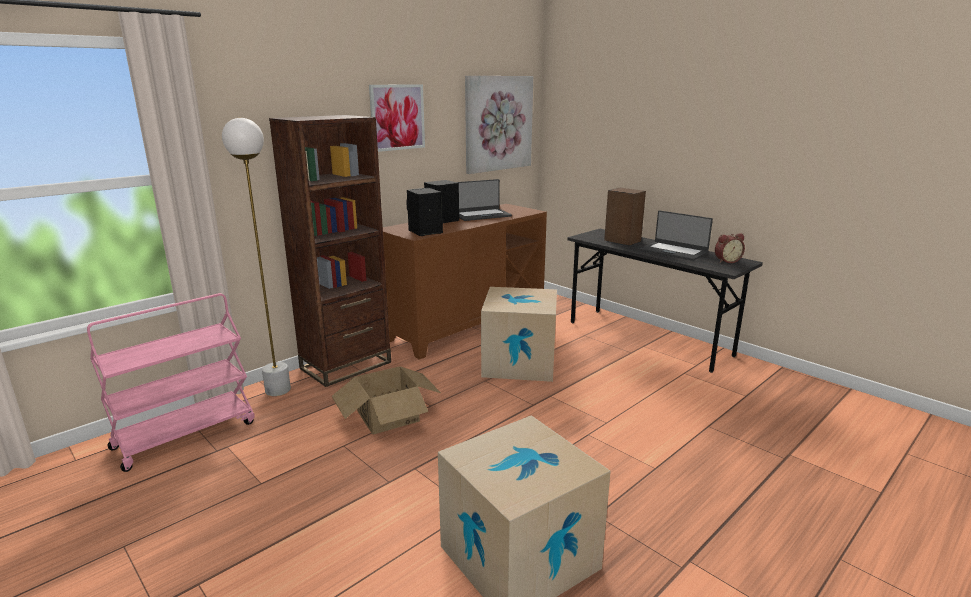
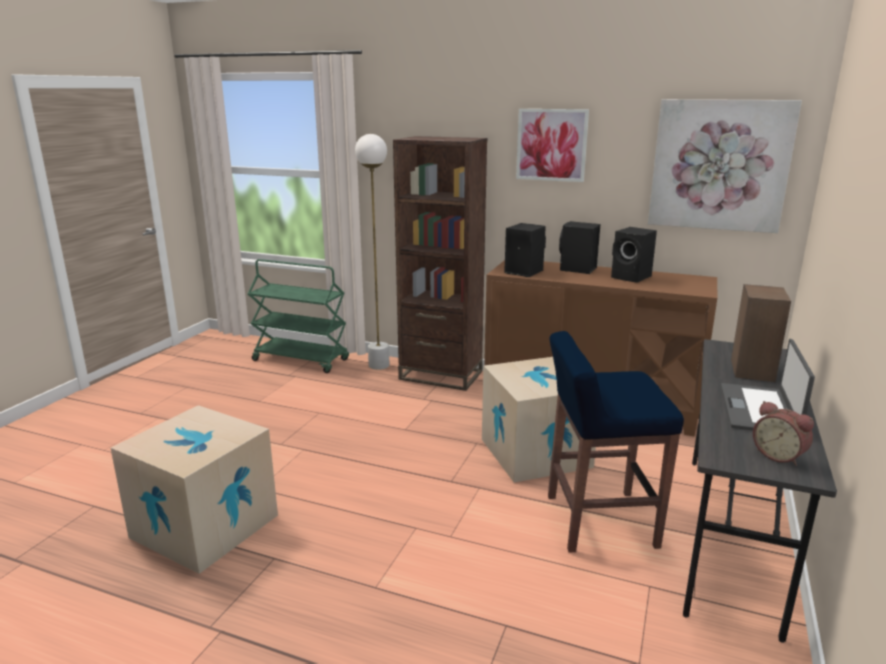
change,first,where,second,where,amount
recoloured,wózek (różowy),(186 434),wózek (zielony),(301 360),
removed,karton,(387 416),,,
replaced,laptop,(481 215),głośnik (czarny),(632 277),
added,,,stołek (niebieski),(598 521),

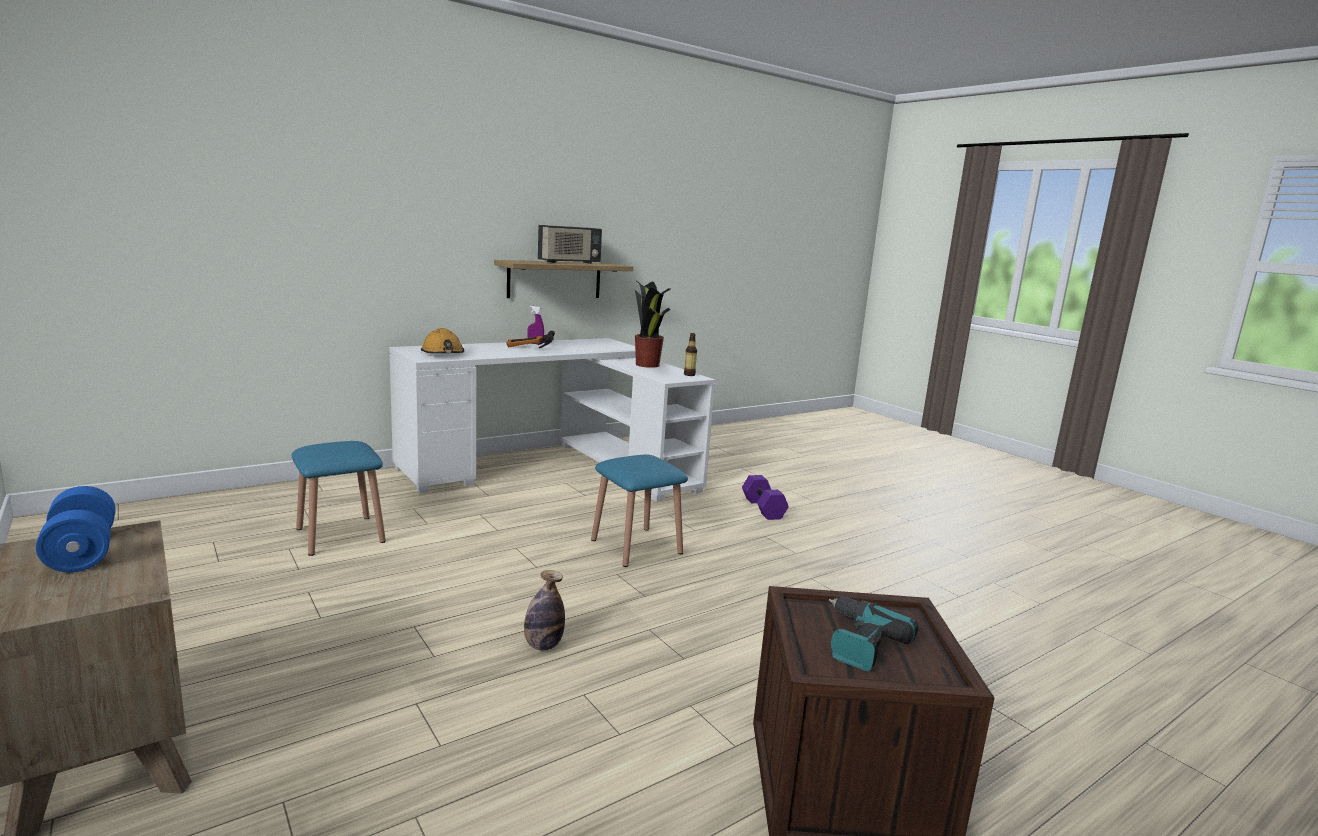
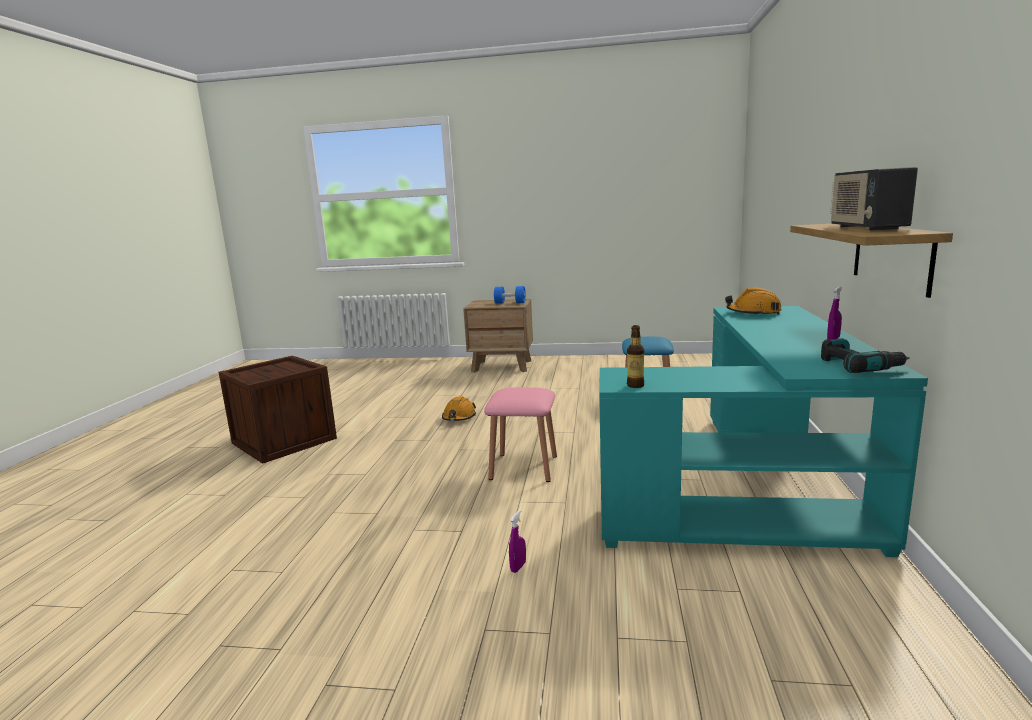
change,first,where,second,where,amount
recoloured,biurko (biały),(556 467),biurko (turkusowy),(759 487),
removed,młotek,(528 350),,,
replaced,butelka,(543 645),kask (pomarańczowy),(459 417),
recoloured,stołek (niebieski),(636 546),stołek (różowy),(524 467),
removed,roślina doniczkowa,(647 365),,,
replaced,hantel (fioletowy),(762 508),spryskiwacz (fioletowy),(518 567),
moved,wiertarka,(858 643),,(859 366),

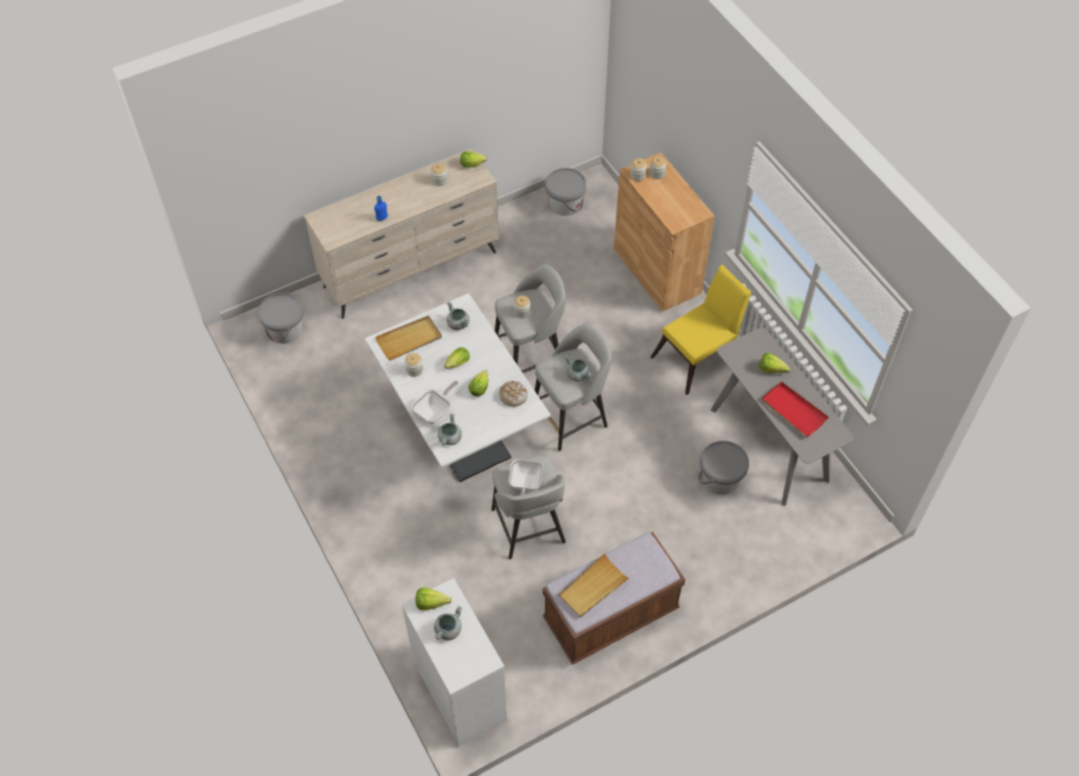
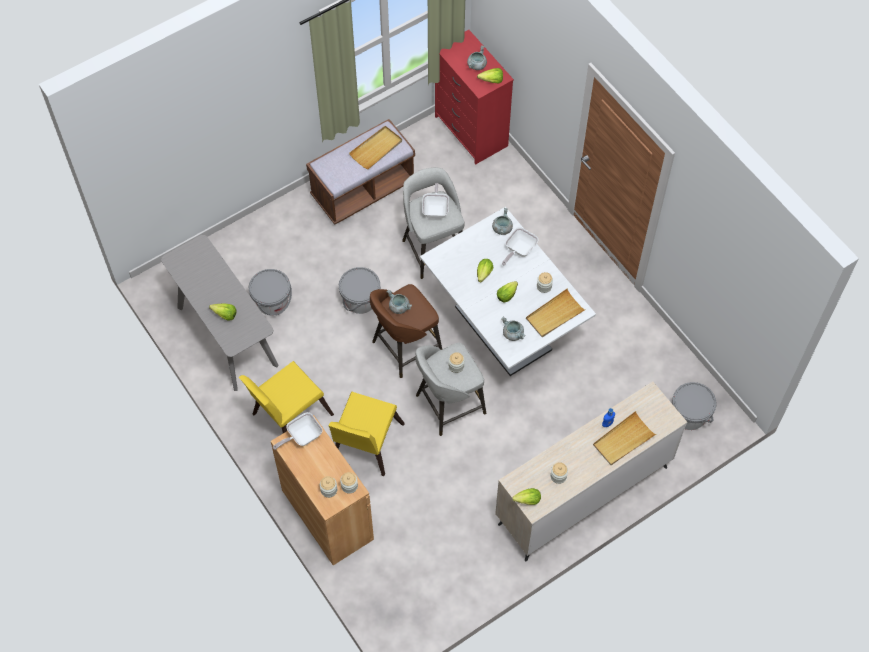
change,first,where,second,where,amount
recoloured,komoda (biały),(461 692),komoda (czerwony),(470 131),
removed,chleb,(513 396),,,
recoloured,stołek (szary),(571 417),stołek (brązowy),(405 348),
moved,wiadro (szary),(565 204),,(360 300),
removed,taca (czerwony),(793 410),,,
added,,,patelnia,(301 437),
added,,,krzesło (żółty),(365 446),
added,,,taca (beżowy),(623 440),

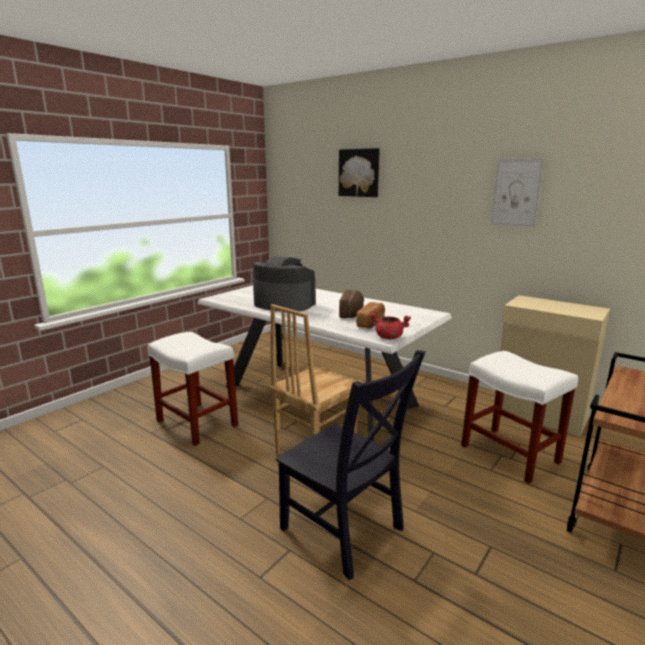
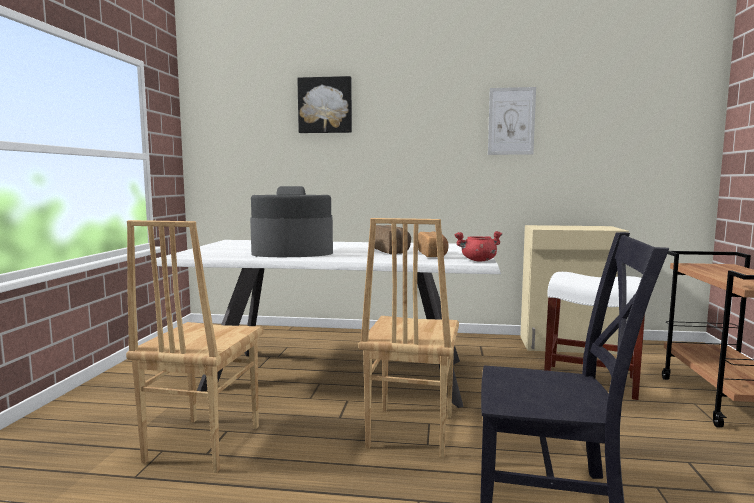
change,first,where,second,where,amount
replaced,stołek (biały),(196 422),krzesło (brązowy),(201 444),

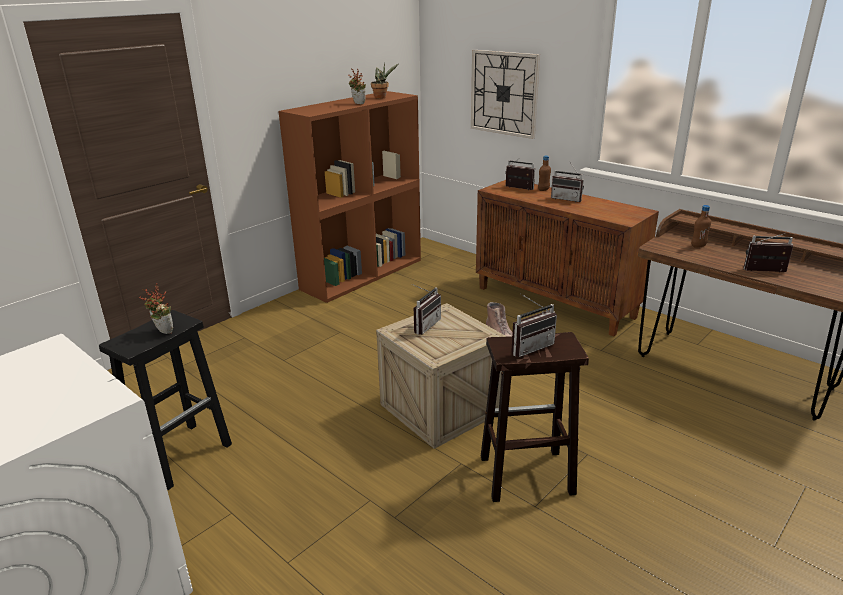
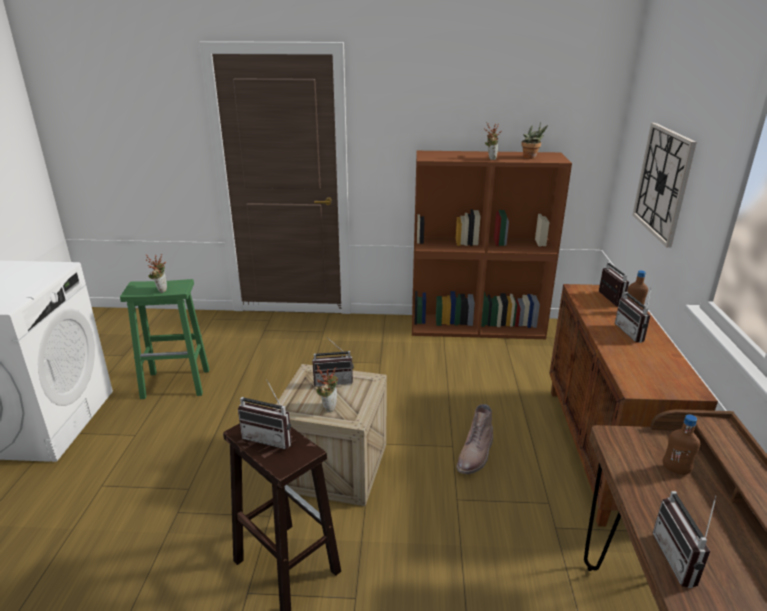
change,first,where,second,where,amount
recoloured,stołek (czarny),(182 454),stołek (zielony),(177 383),
turned,radio,(765 272),,(682 560),150 degrees counterclockwise
added,,,roślina doniczkowa,(328 407),

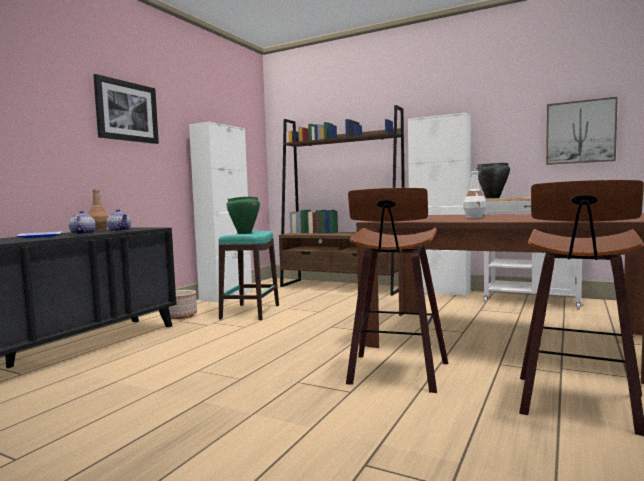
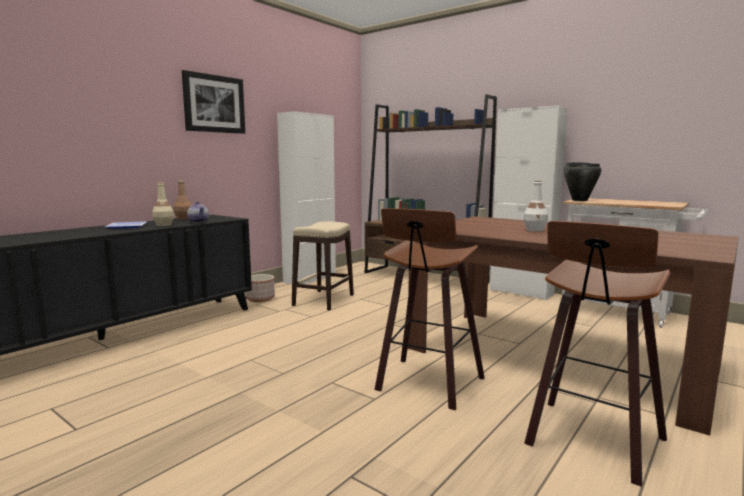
change,first,where,second,where,amount
replaced,imbryk,(82 234),butelka (beżowy),(163 225),
recoloured,stołek (turkusowy),(250 312),stołek (beżowy),(323 300),
removed,garnek (zielony),(244 233),,,
removed,obraz,(580 132),,,

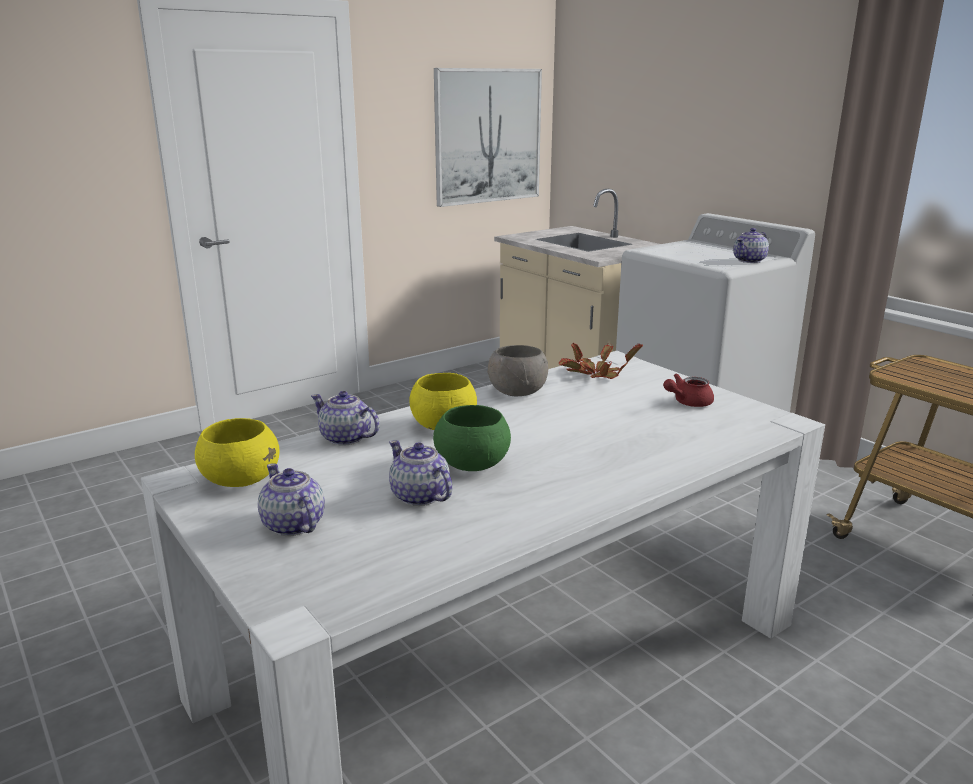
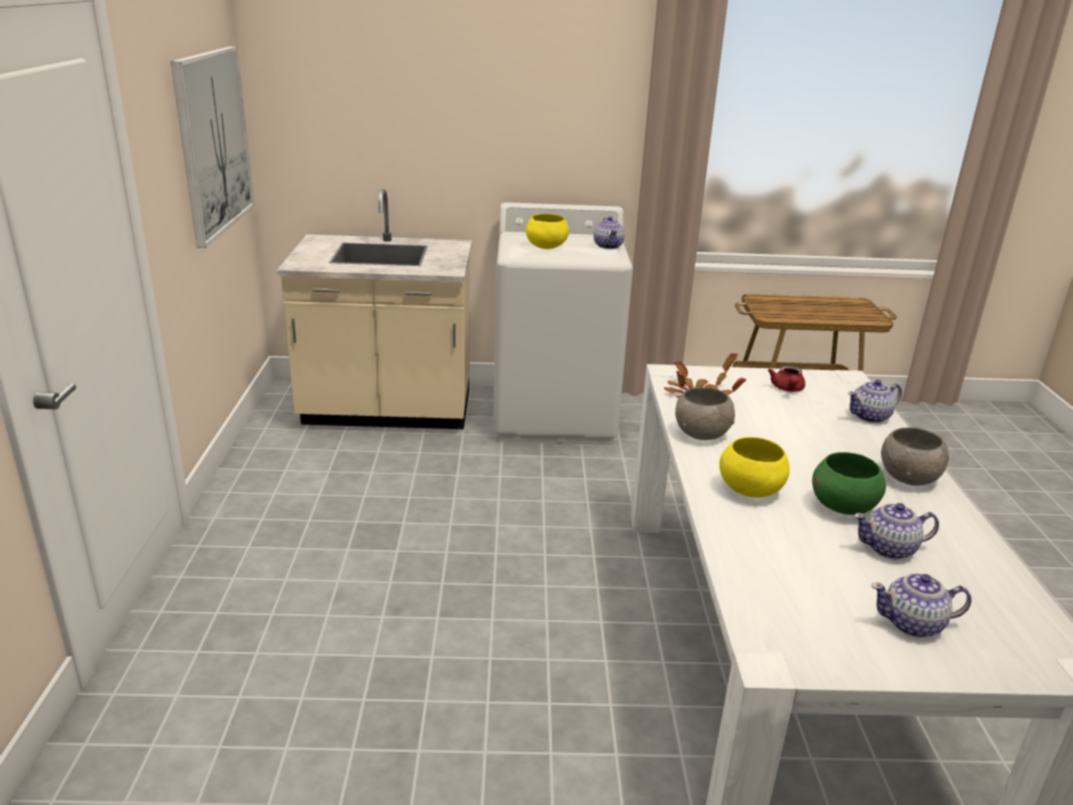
change,first,where,second,where,amount
moved,miska (żółty),(240 480),,(546 247),
moved,imbryk,(346 438),,(870 416),
added,,,miska (szary),(908 477),

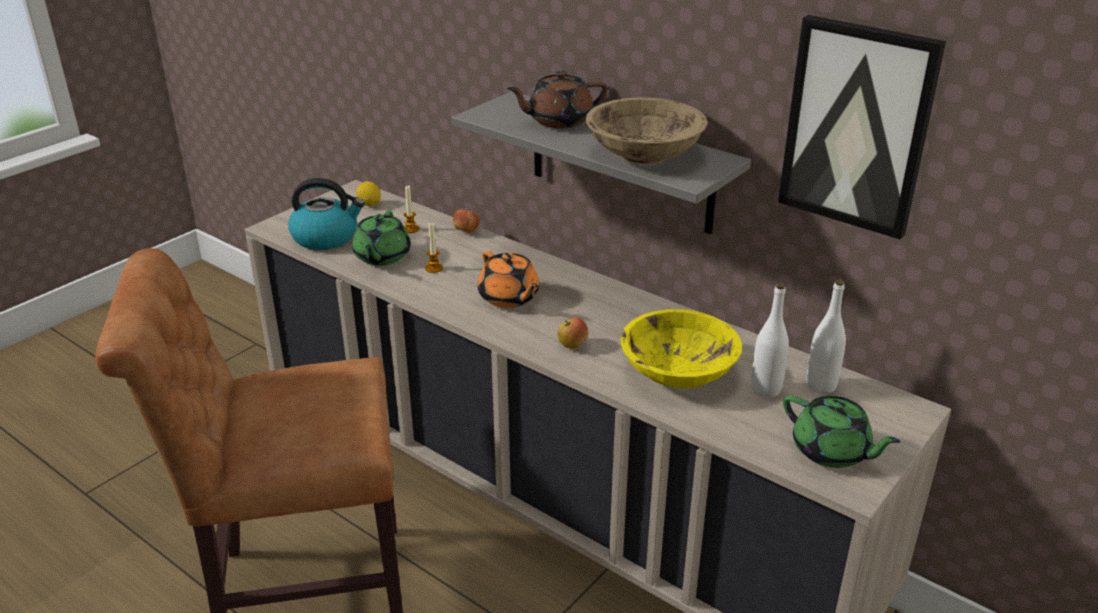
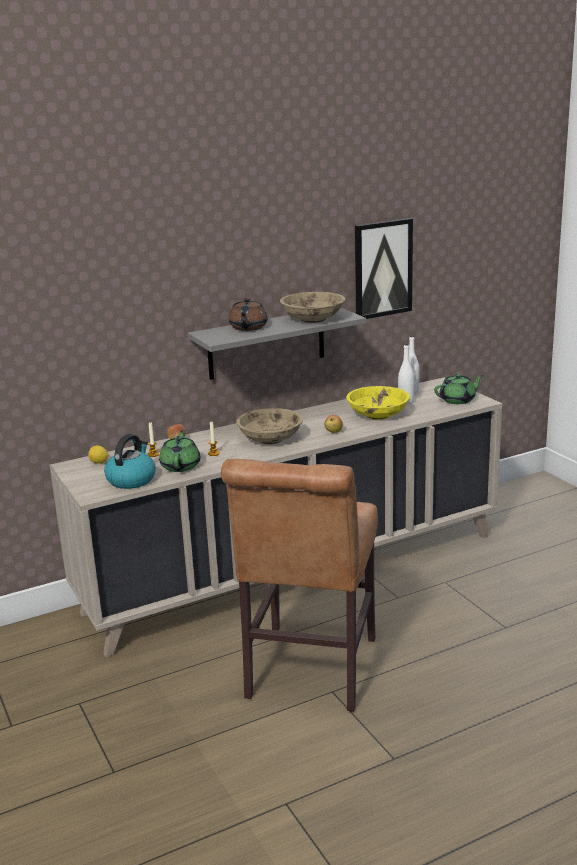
change,first,where,second,where,amount
turned,imbryk (zielony),(381 257),,(181 466),120 degrees counterclockwise
replaced,imbryk (pomarańczowy),(509 298),miska (beżowy),(270 439),

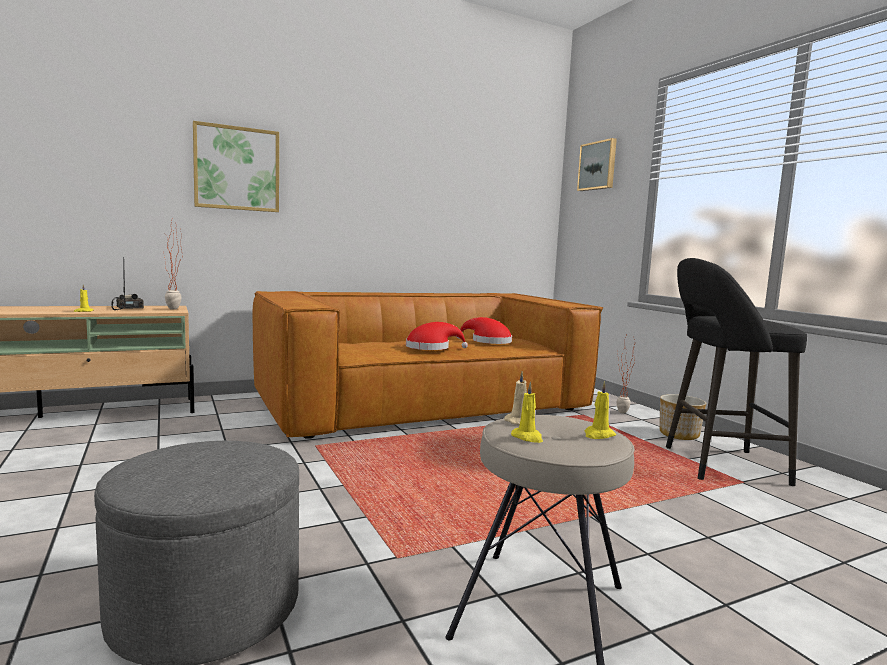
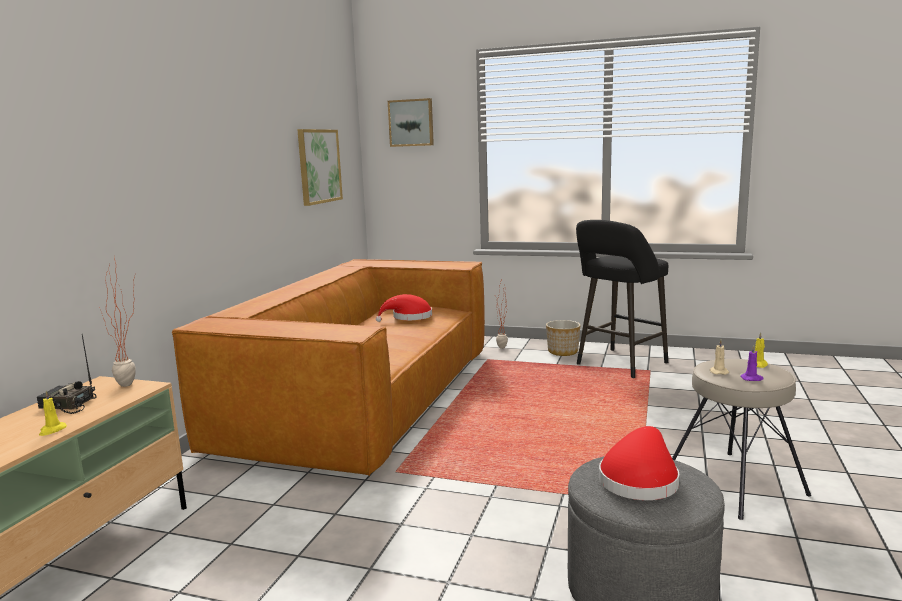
change,first,where,second,where,amount
moved,obraz,(237 168),,(319 166),
moved,kapelusz (czerwony),(431 348),,(639 479),
recoloured,świeca (żółty),(527 437),świeca (fioletowy),(752 379),

